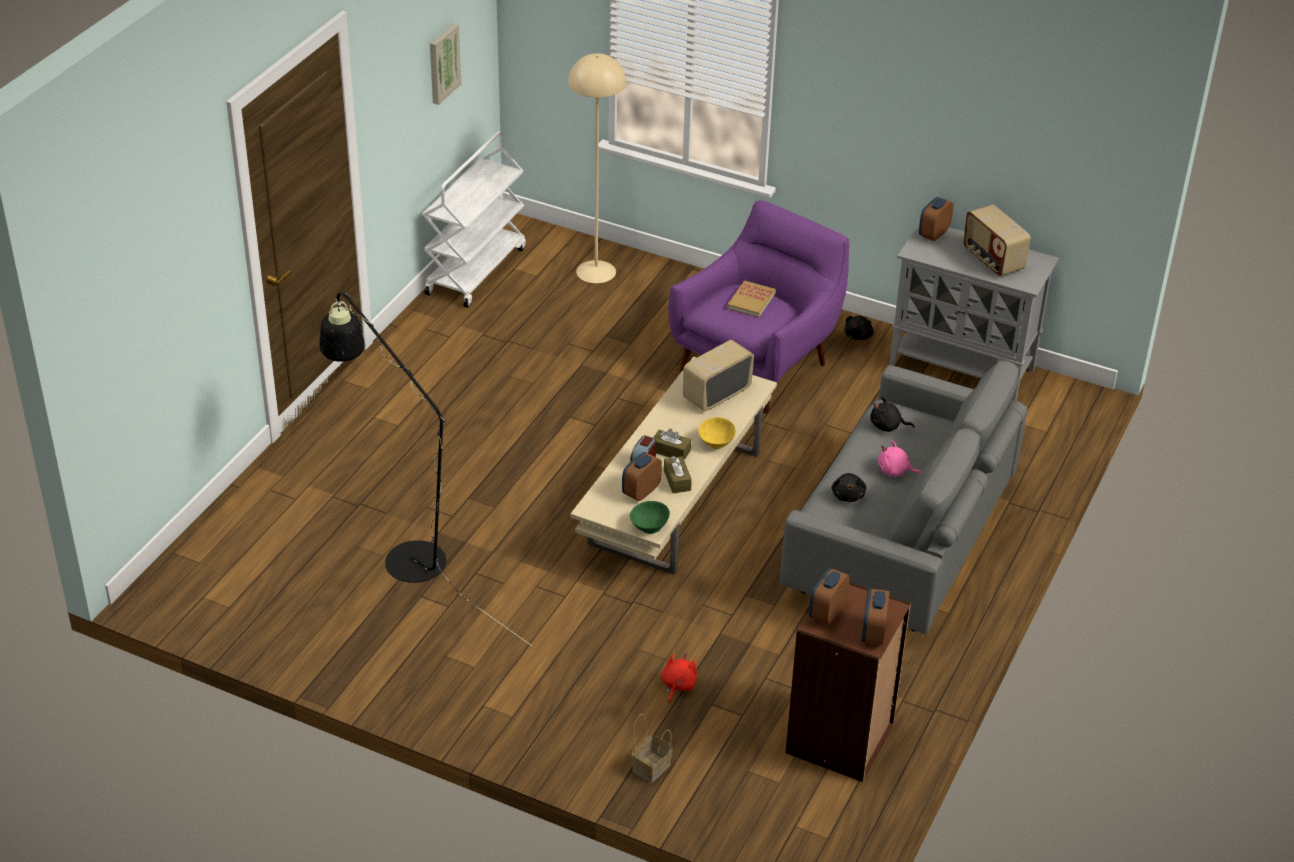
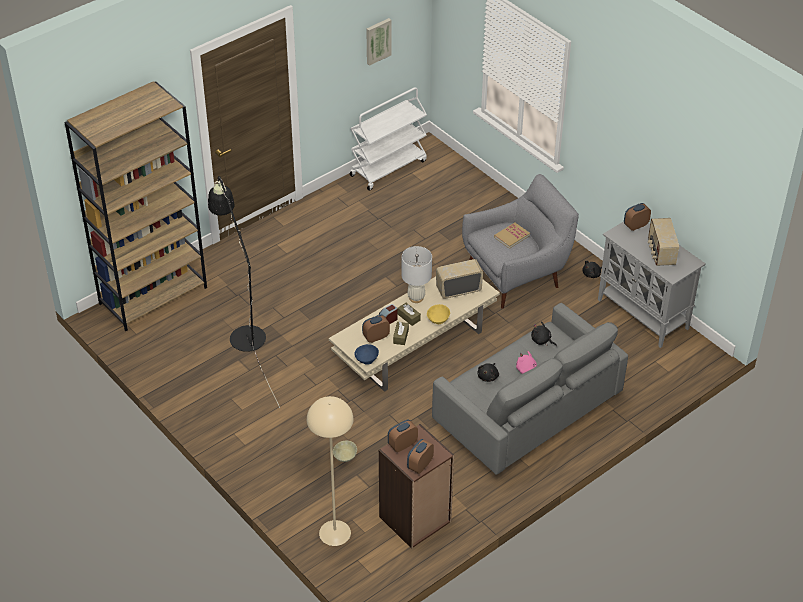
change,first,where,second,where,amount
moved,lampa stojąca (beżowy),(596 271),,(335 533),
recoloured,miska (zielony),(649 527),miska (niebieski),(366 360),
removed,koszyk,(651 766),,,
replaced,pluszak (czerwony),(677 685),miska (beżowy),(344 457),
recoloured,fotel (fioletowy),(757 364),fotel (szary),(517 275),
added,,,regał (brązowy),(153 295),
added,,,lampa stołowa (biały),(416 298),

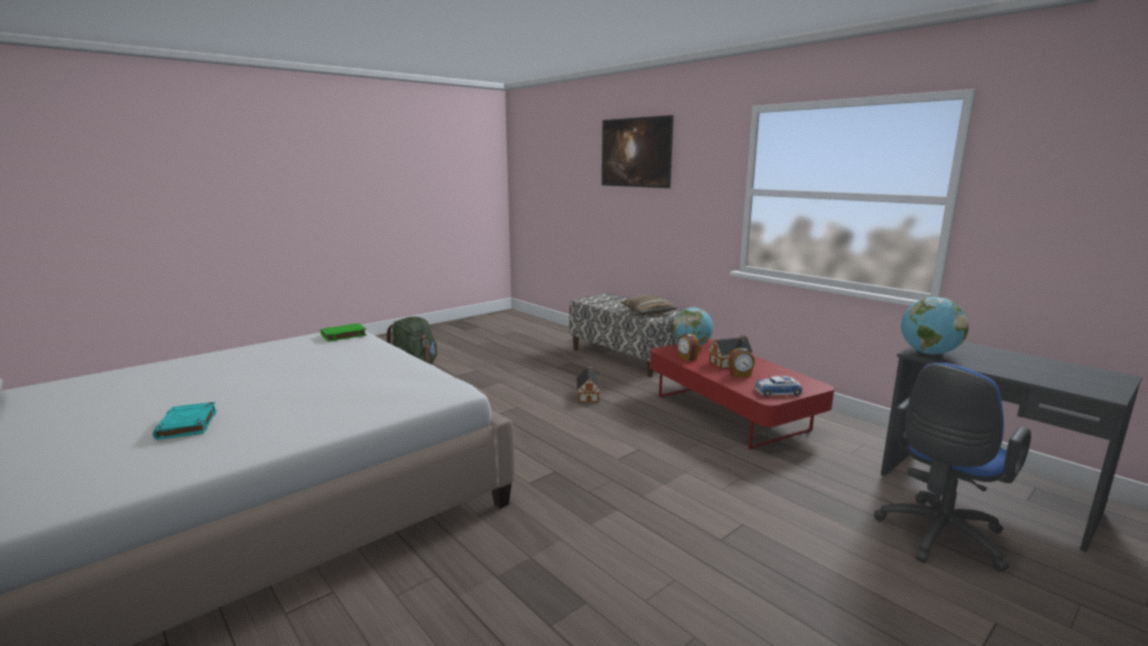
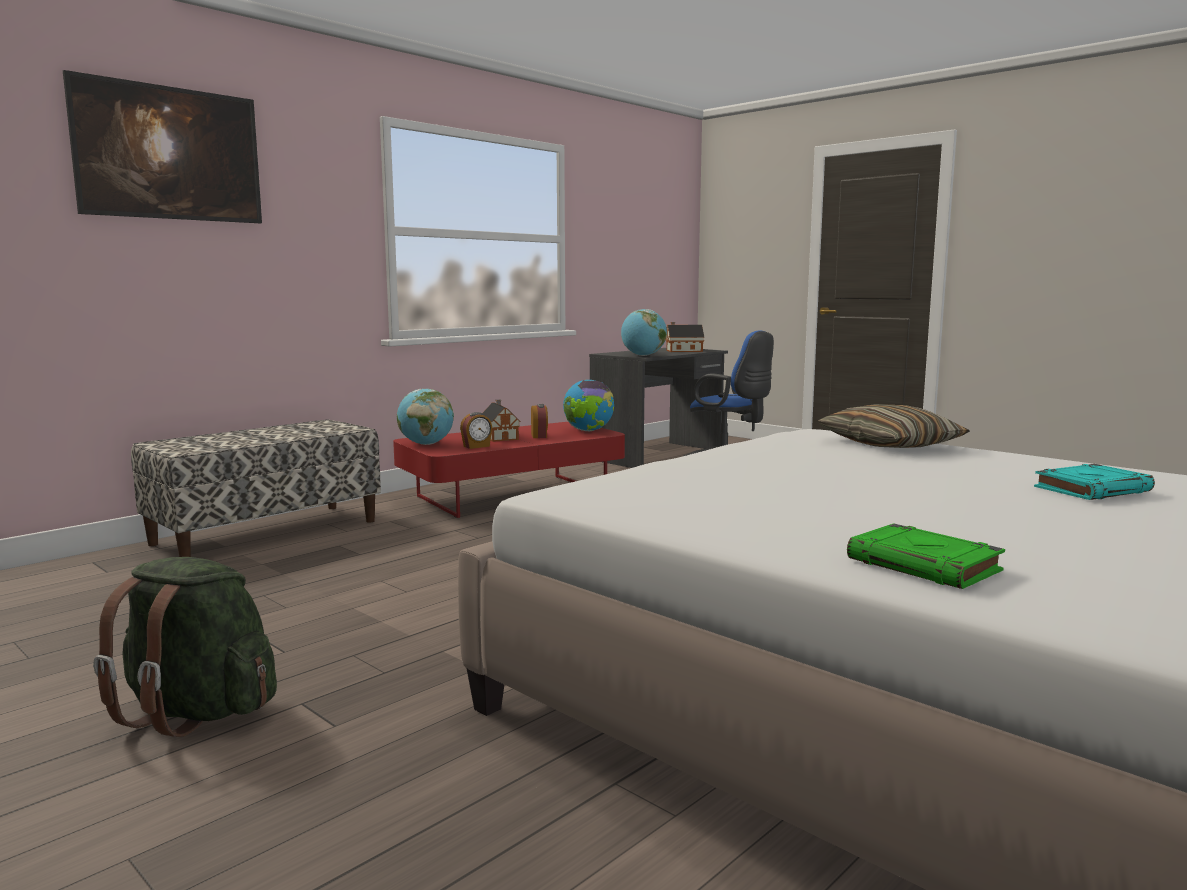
change,first,where,second,where,amount
moved,książka (zielony),(343 335),,(925 565),
moved,domek,(588 395),,(682 351),
moved,poduszka,(648 312),,(890 444),
replaced,samochodzik,(777 392),globus,(588 431),

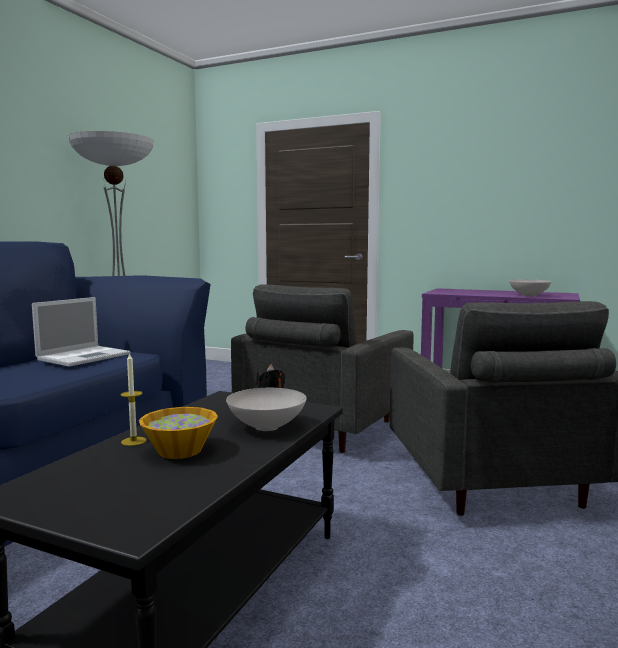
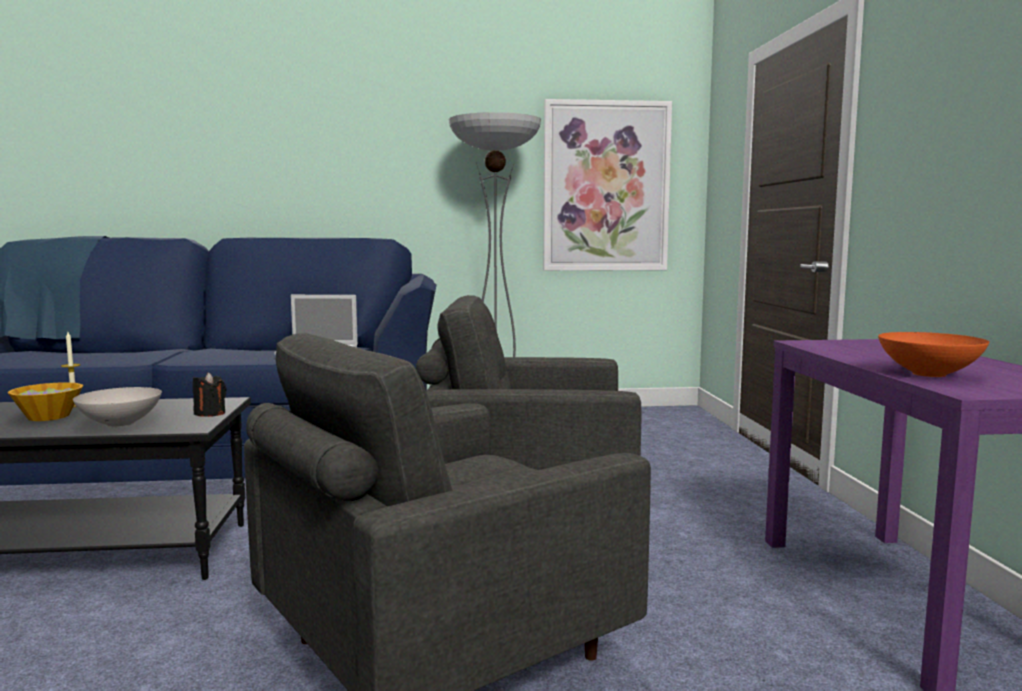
change,first,where,second,where,amount
recoloured,miska (biały),(529 295),miska (pomarańczowy),(930 374),
added,,,obraz,(606 186),

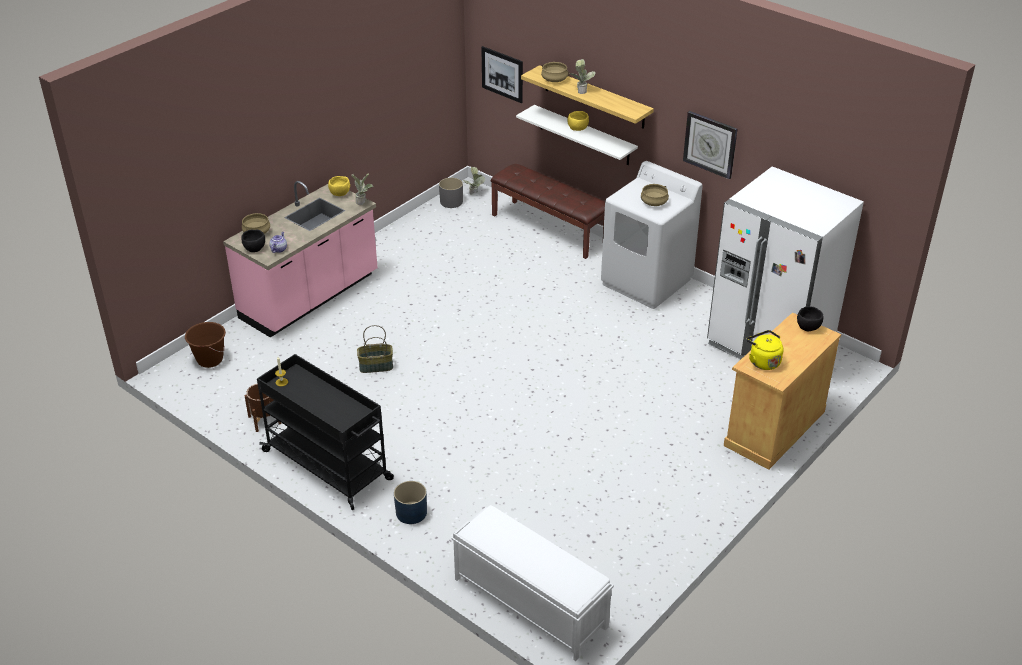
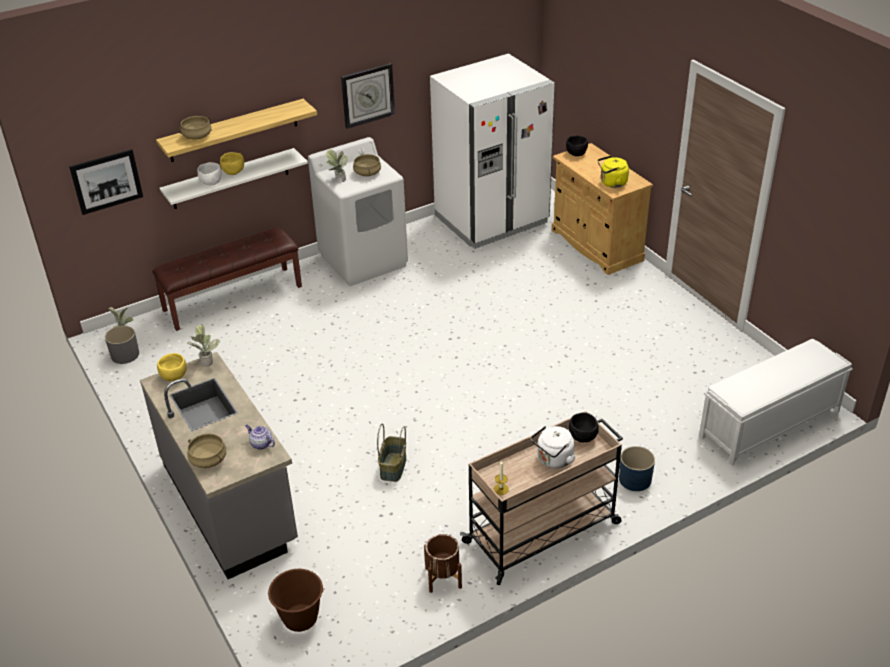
change,first,where,second,where,amount
recoloured,zabudowa kuchenna (różowy),(310 298),zabudowa kuchenna (szary),(230 503),
moved,miska (czarny),(254 248),,(582 437),
recoloured,wózek (czarny),(328 466),wózek (beżowy),(543 532),
moved,roślina doniczkowa,(581 90),,(338 179),
added,,,miska (biały),(211 182),
added,,,czajnik (biały),(553 460),

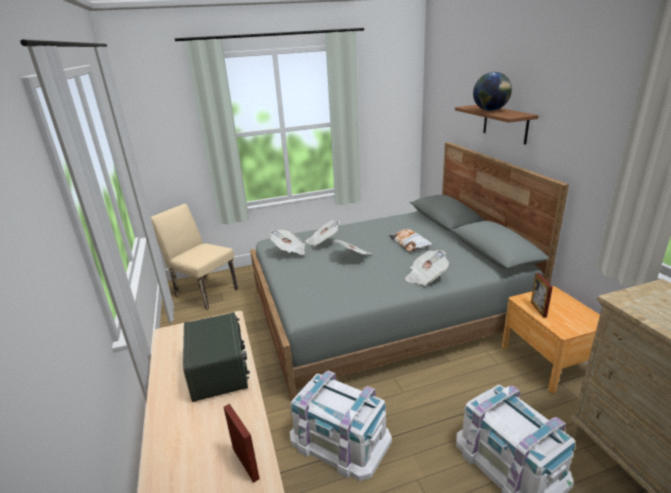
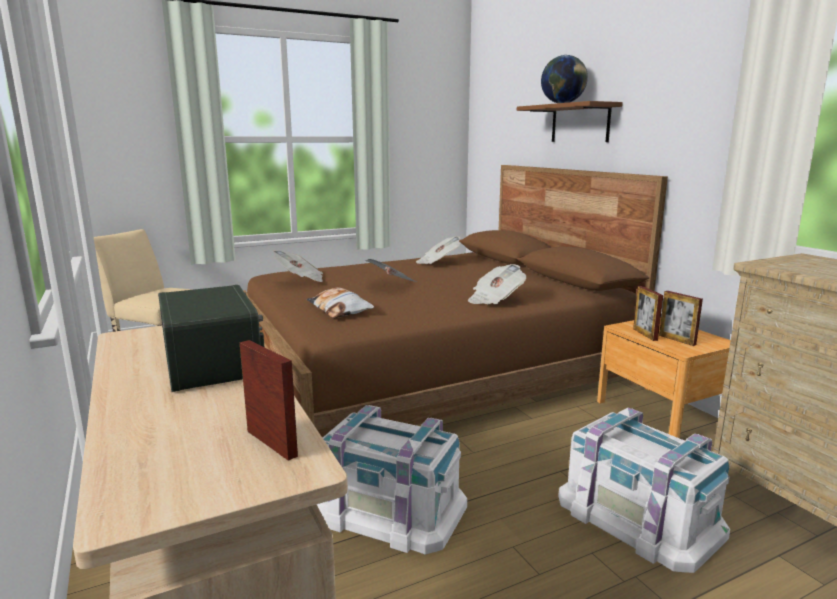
change,first,where,second,where,amount
recoloured,łóżko (szary),(385 309),łóżko (brązowy),(433 370),
moved,gazeta,(323 241),,(438 262),
moved,poduszka,(409 243),,(340 309),
added,,,ramka na zdjęcie,(677 340),

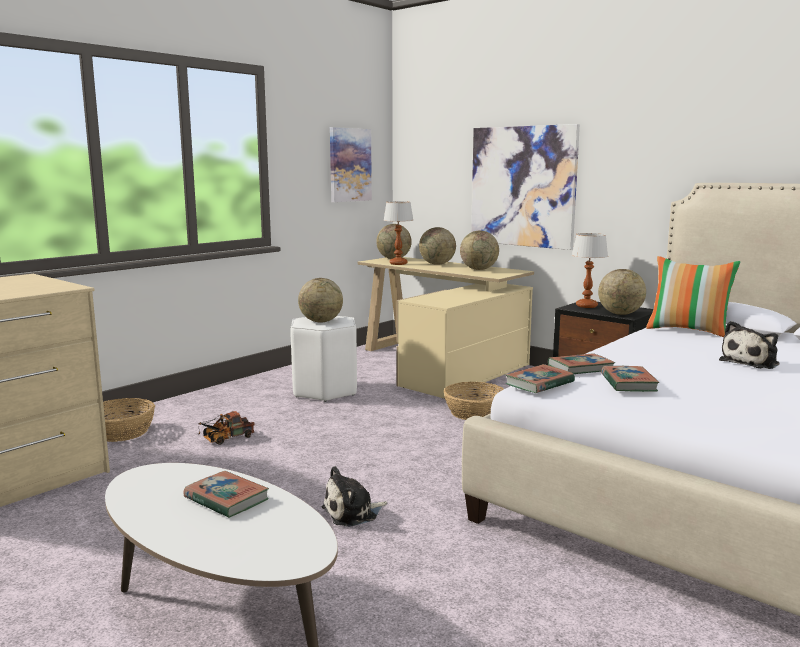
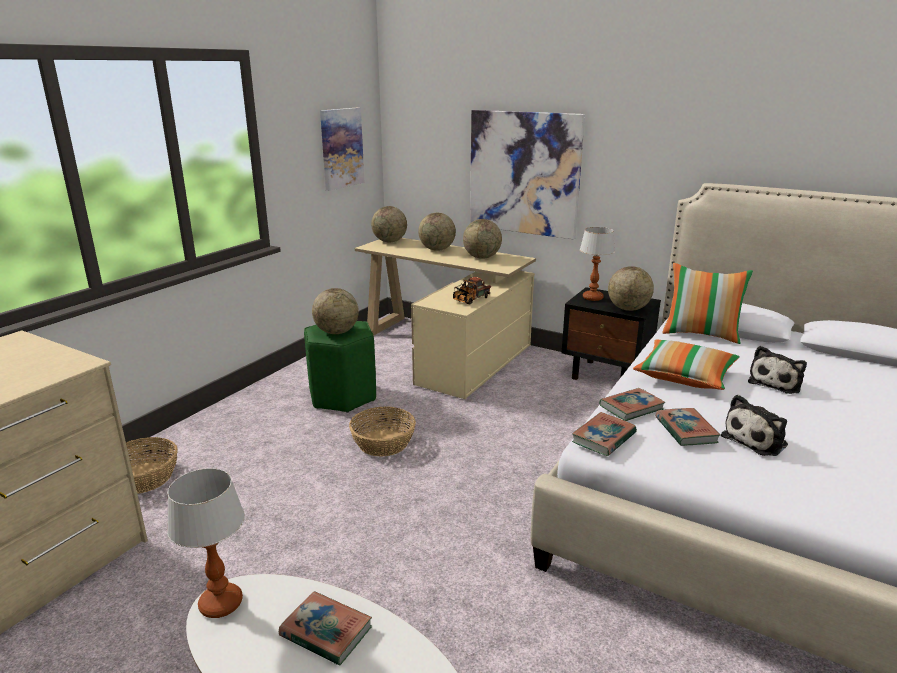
change,first,where,second,where,amount
moved,ciężarówka zabawkowa,(226 439),,(469 300),
recoloured,stołek (biały),(324 390),stołek (zielony),(342 396),
moved,pluszak,(353 513),,(756 440),
moved,lampa stołowa,(398 264),,(222 603),
moved,koszyk,(474 412),,(383 443),
added,,,poduszka,(685 377),

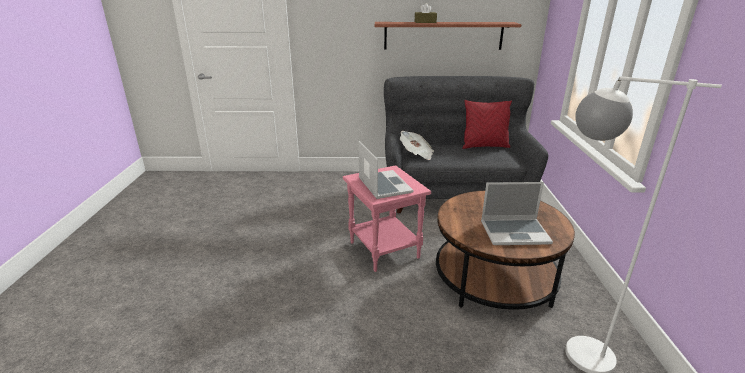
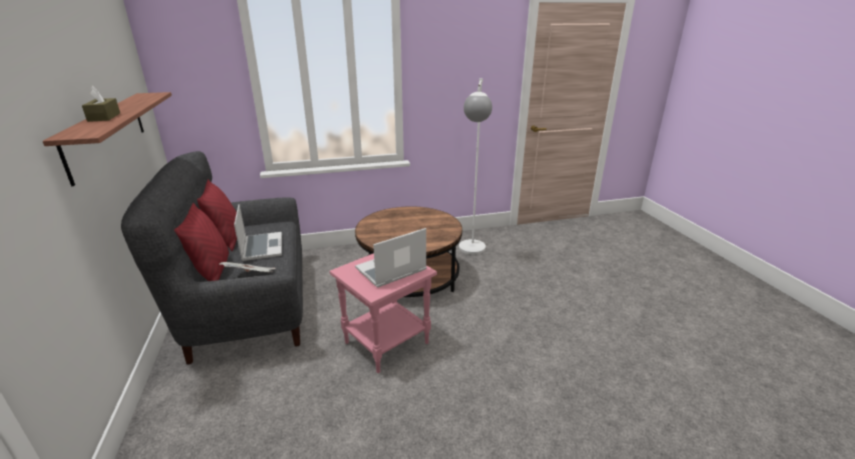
change,first,where,second,where,amount
moved,laptop,(515 232),,(261 247),
added,,,poduszka (czerwony),(212 271),

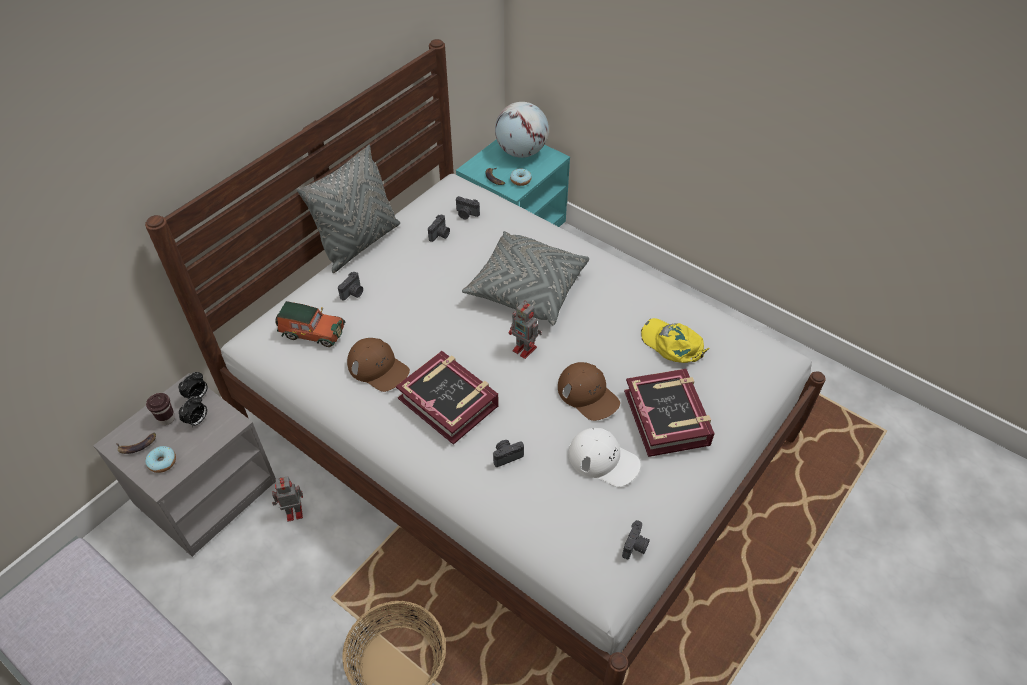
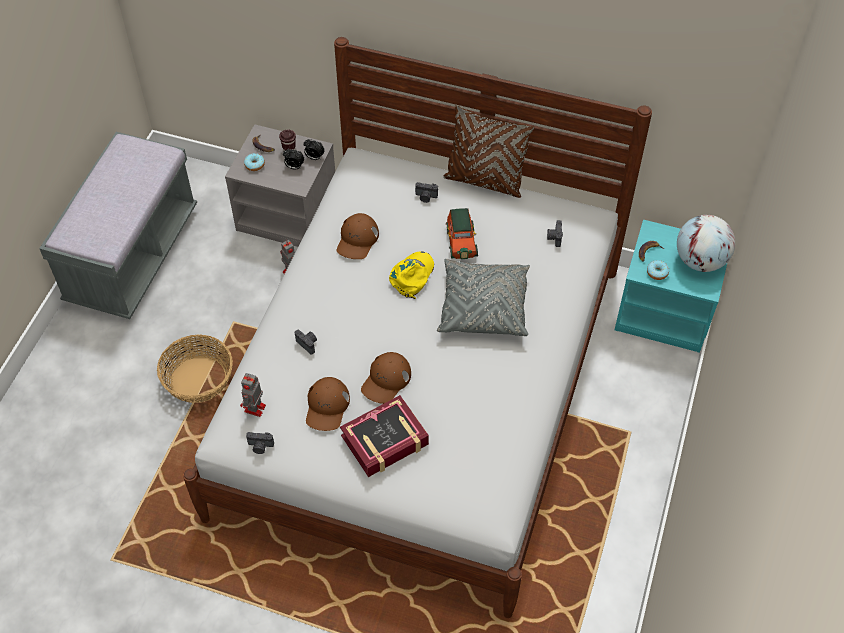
change,first,where,second,where,amount
moved,samochodzik,(311 332),,(461 240),
recoloured,poduszka (szary),(359 243),poduszka (brązowy),(485 180),
removed,książka,(449 402),,,
removed,aparat fotograficzny,(440 235),,,
moved,robot zabawkowy,(525 349),,(254 409),
recoloured,czapka z daszkiem (biały),(603 460),czapka z daszkiem (brązowy),(327 406),
moved,czapka z daszkiem (żółty),(672 344),,(412 276),

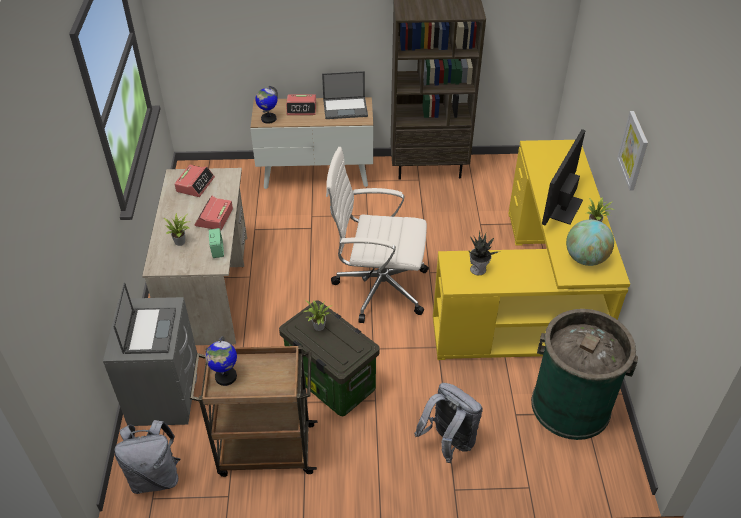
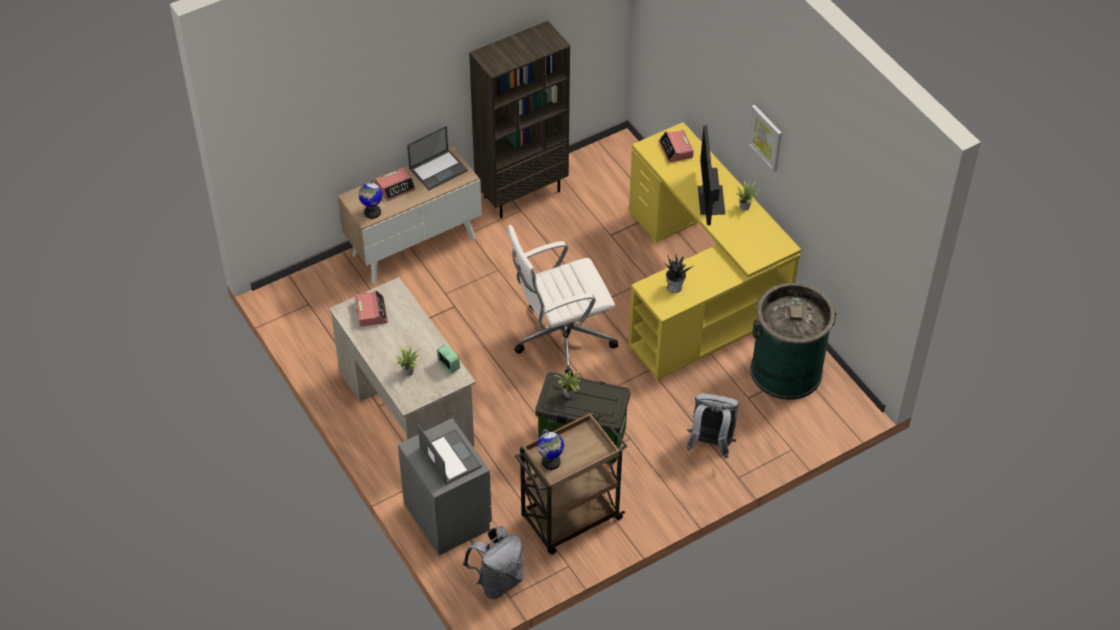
change,first,where,second,where,amount
moved,budzik,(214 217),,(676 150),
removed,globus,(585 258),,,

